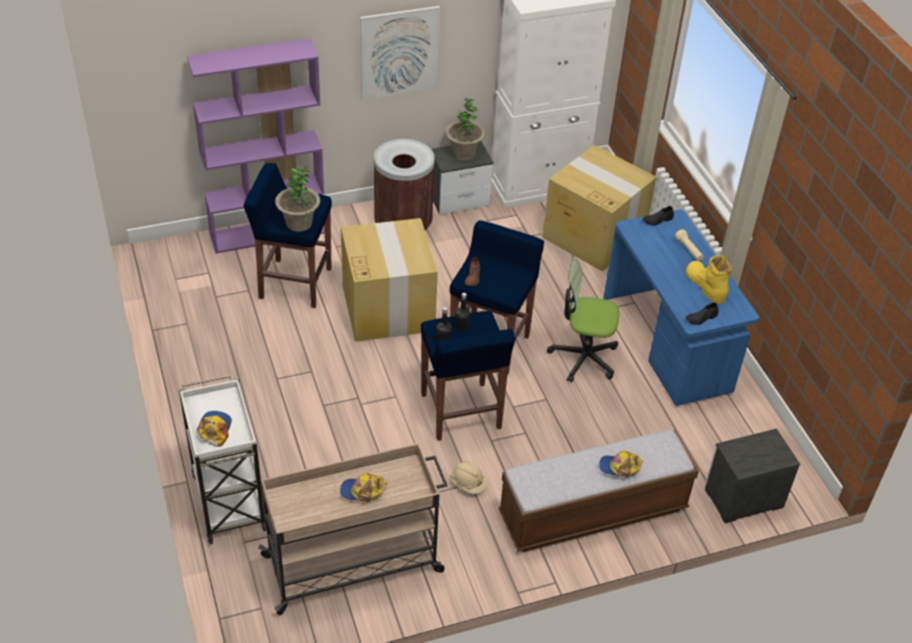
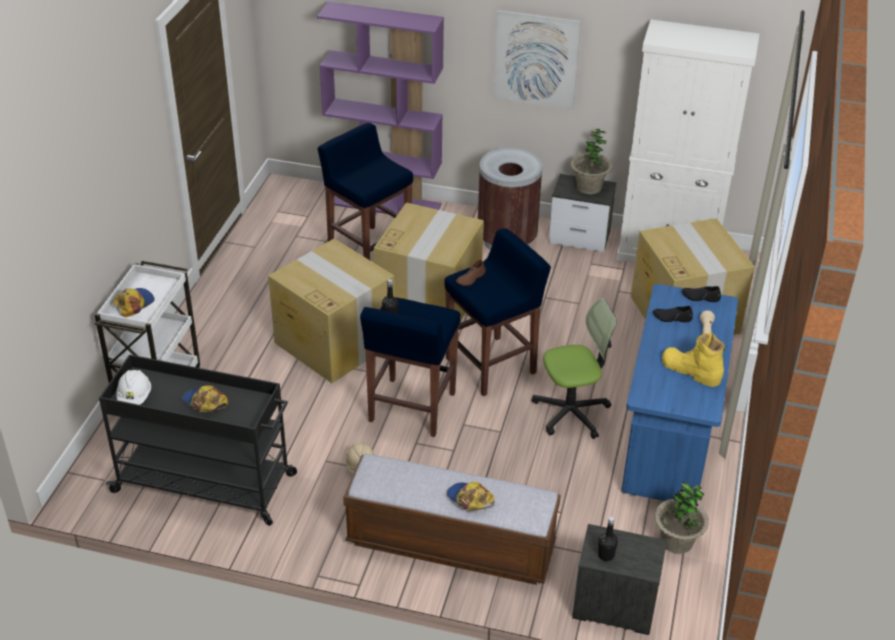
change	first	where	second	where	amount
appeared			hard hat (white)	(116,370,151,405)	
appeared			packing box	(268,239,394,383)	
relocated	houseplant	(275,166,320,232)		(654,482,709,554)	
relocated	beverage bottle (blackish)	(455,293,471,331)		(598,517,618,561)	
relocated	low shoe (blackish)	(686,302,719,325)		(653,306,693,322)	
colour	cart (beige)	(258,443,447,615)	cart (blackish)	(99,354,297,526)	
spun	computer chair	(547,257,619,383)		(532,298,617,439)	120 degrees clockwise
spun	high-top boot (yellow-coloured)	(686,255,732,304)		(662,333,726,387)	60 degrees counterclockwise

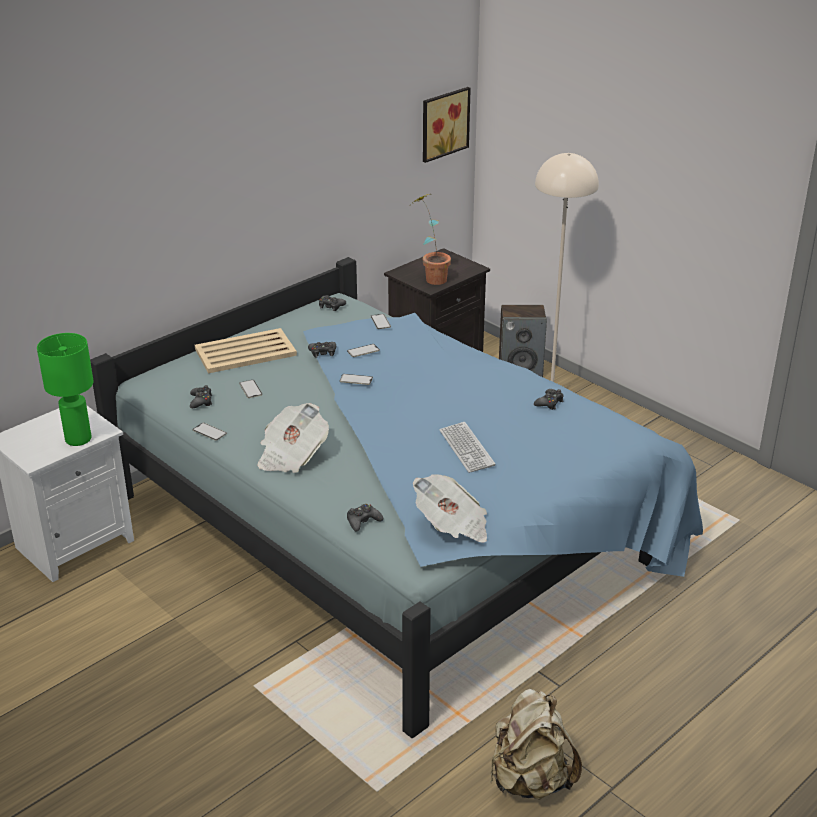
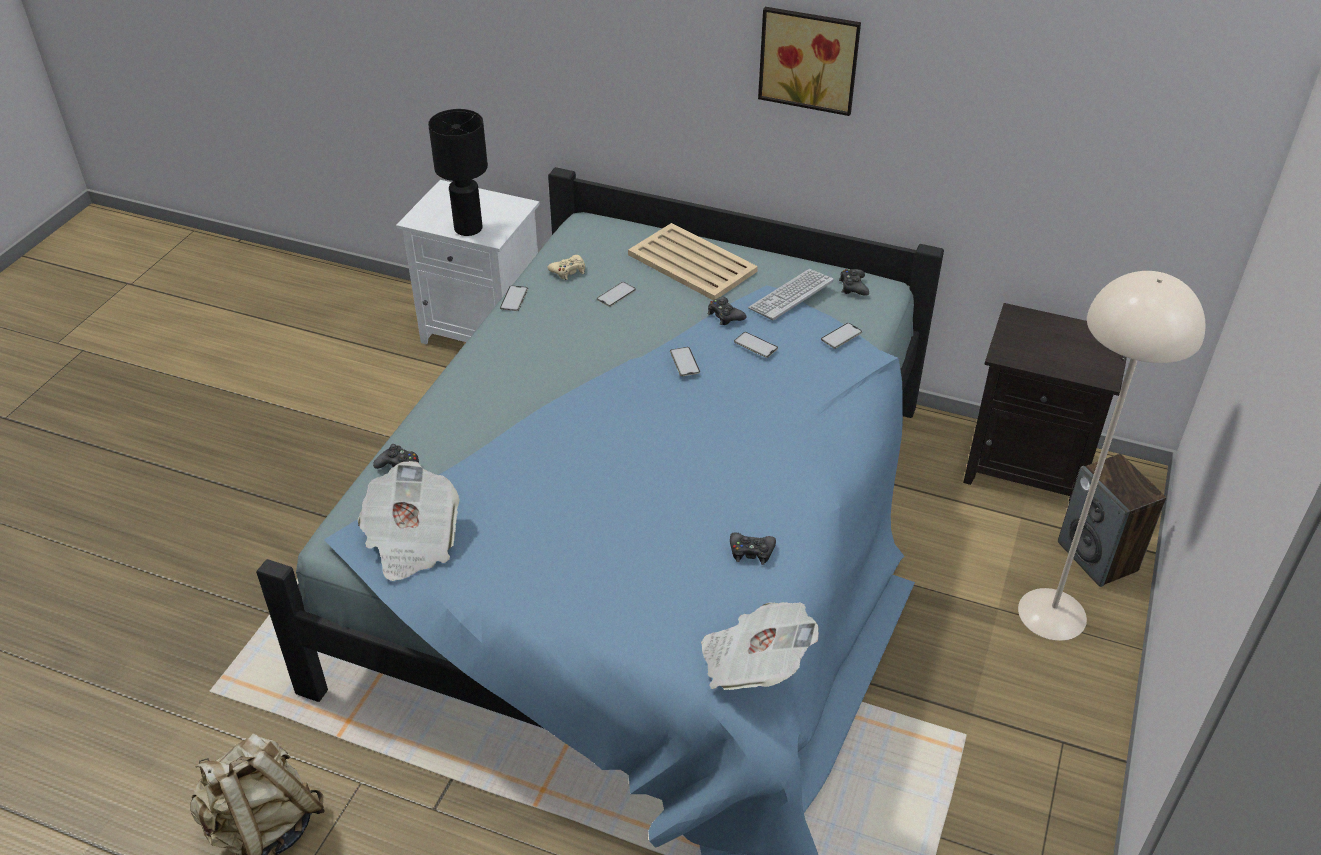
change	first	where	second	where	amount
missing	houseplant	(414,194,451,285)			
relocated	newspaper	(257,403,329,473)		(701,602,819,690)	
relocated	picture	(423,87,471,163)		(758,7,861,116)	
relocated	keyboard	(440,422,495,473)		(748,269,834,320)	
colour	lamp for a table (green)	(37,333,93,446)	lamp for a table (blackish)	(428,109,488,236)	
colour	game controller (blackish)	(190,385,212,408)	game controller (beige)	(548,255,585,280)	

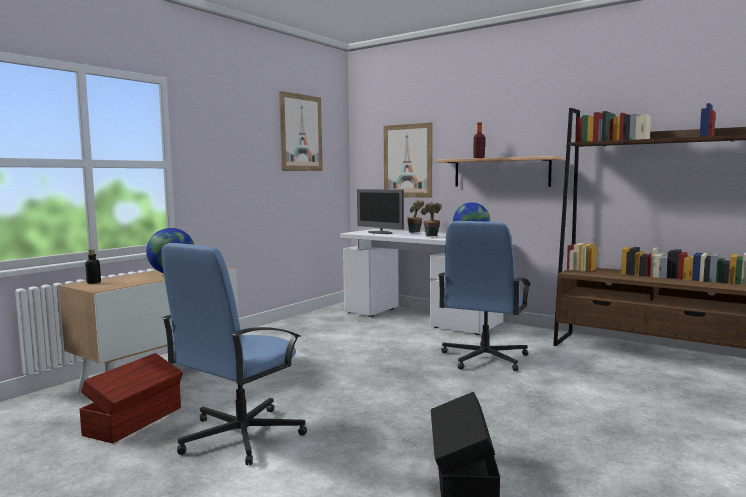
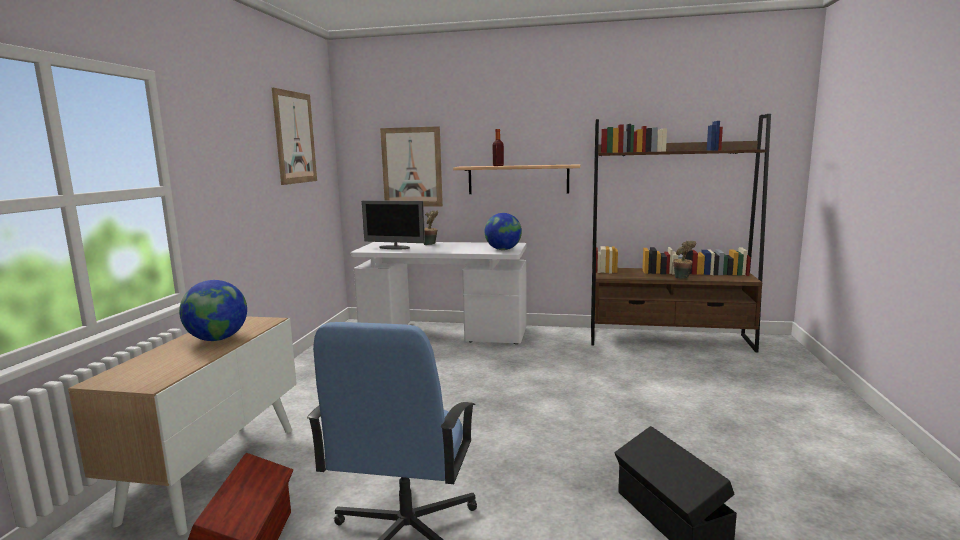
change	first	where	second	where	amount
missing	beverage bottle	(85,249,101,284)			
missing	computer chair (blue)	(438,221,531,371)			
relocated	houseplant	(421,202,442,236)		(673,241,696,279)	

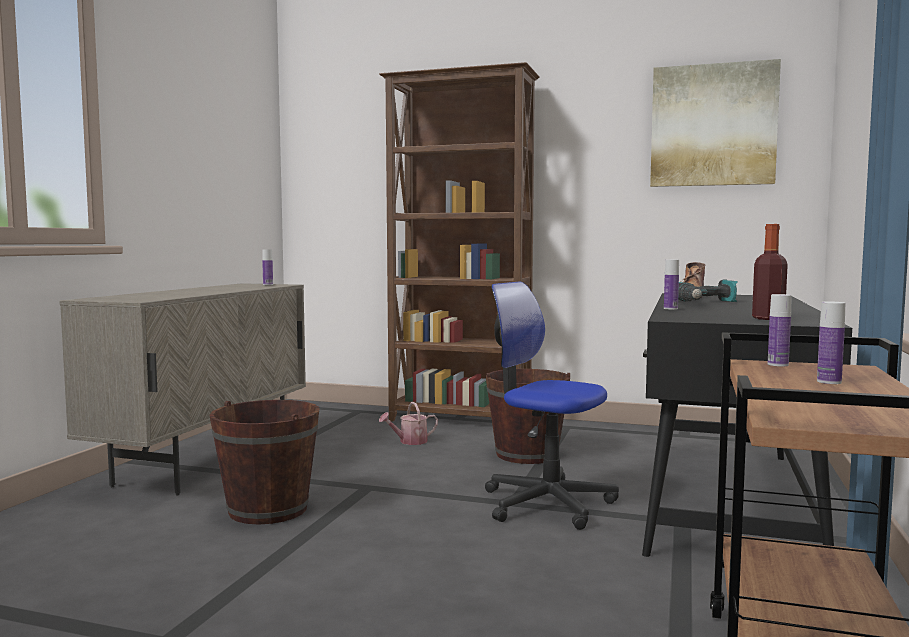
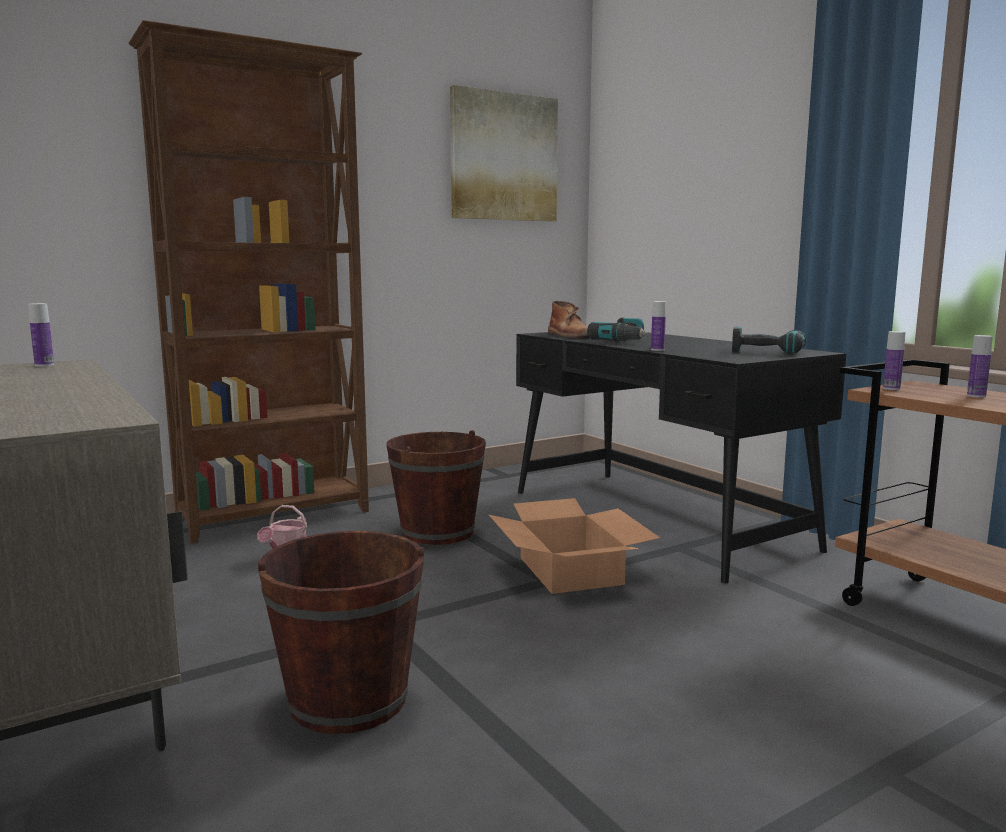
change	first	where	second	where	amount
exchanged	computer chair	(485,282,619,530)	packing box	(489,498,660,594)	
exchanged	beverage bottle	(752,224,788,320)	drill	(732,327,806,354)	

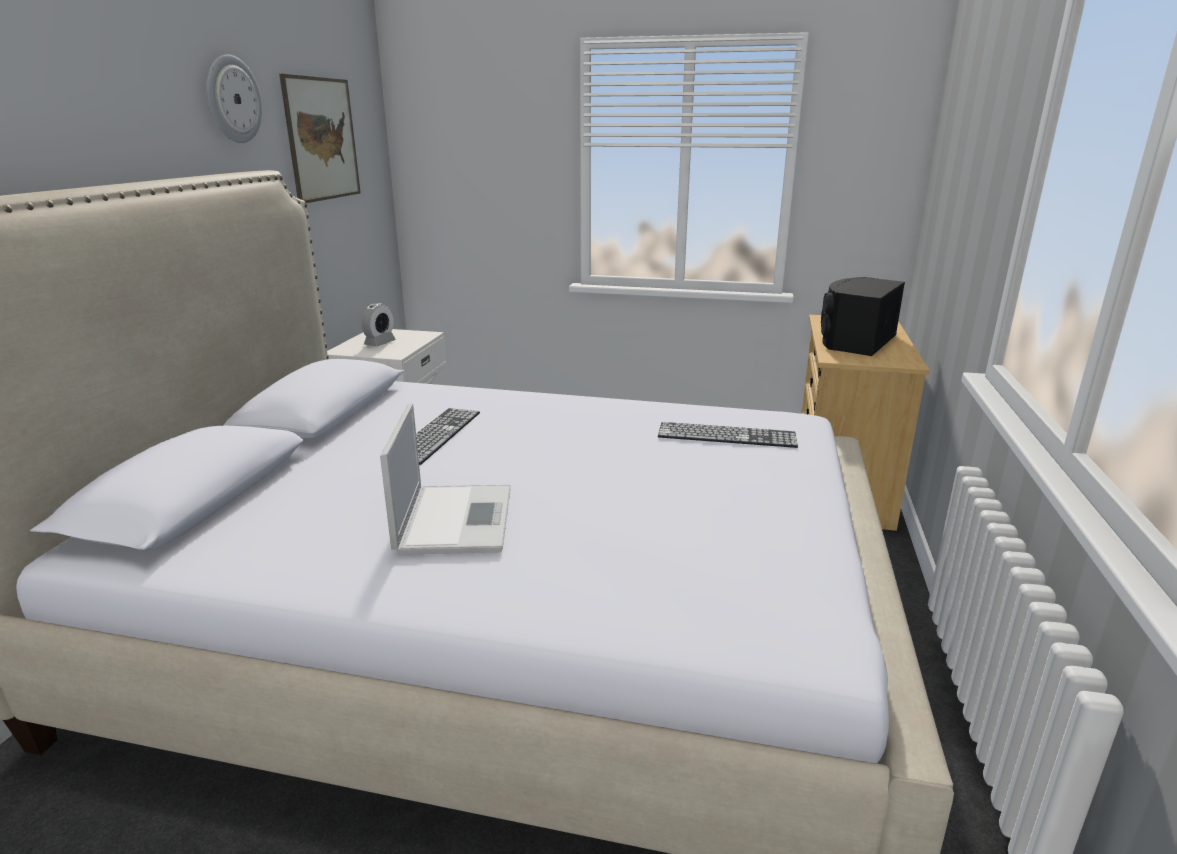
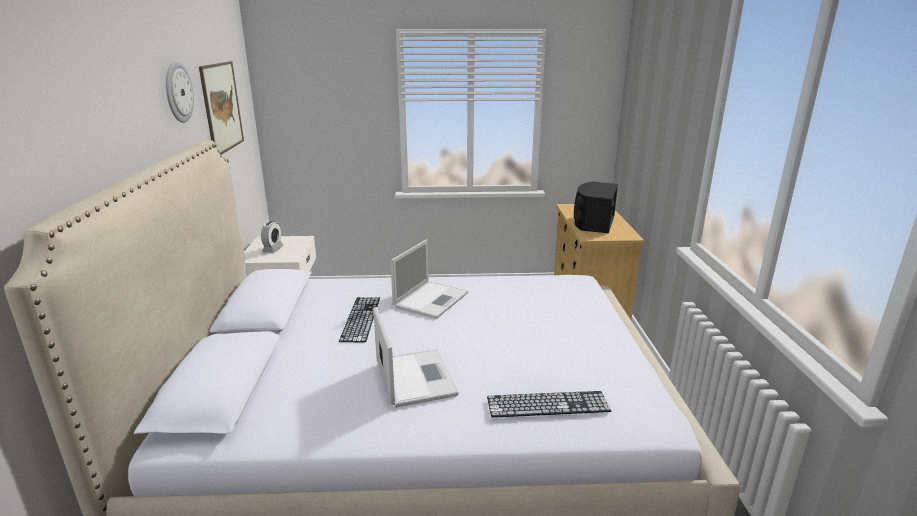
change	first	where	second	where	amount
appeared			notebook computer	(390,240,468,319)	
relocated	keyboard	(658,422,798,448)		(487,391,611,418)	

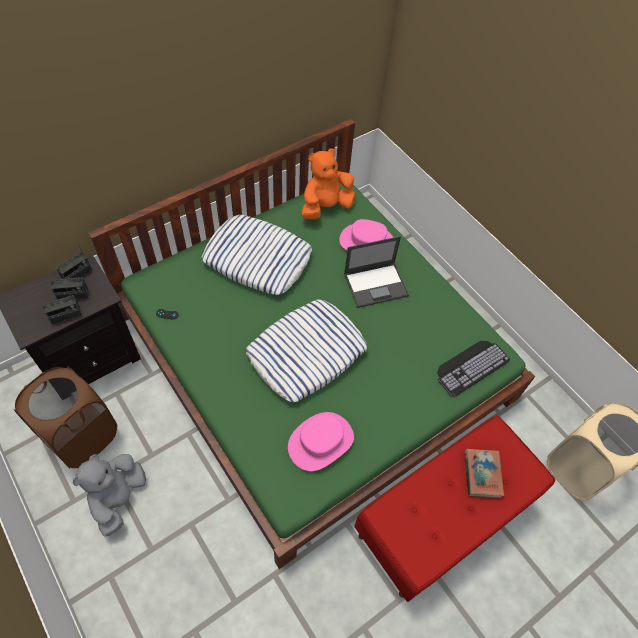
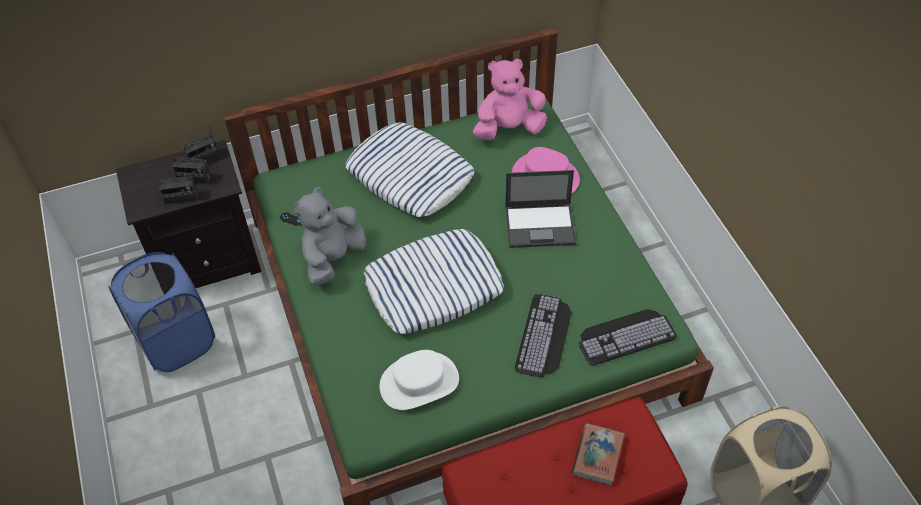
change	first	where	second	where	amount
appeared			keyboard	(515,294,572,377)	
relocated	cuddly toy (grey)	(73,454,146,537)		(293,187,366,286)	
colour	laundry basket (brownish)	(14,366,117,469)	laundry basket (blue)	(108,252,215,372)	
colour	wearable hat (pinkish)	(288,412,354,471)	wearable hat (white)	(380,350,459,410)	
colour	cuddly toy (orange-coloured)	(302,148,355,220)	cuddly toy (pinkish)	(473,59,547,140)	

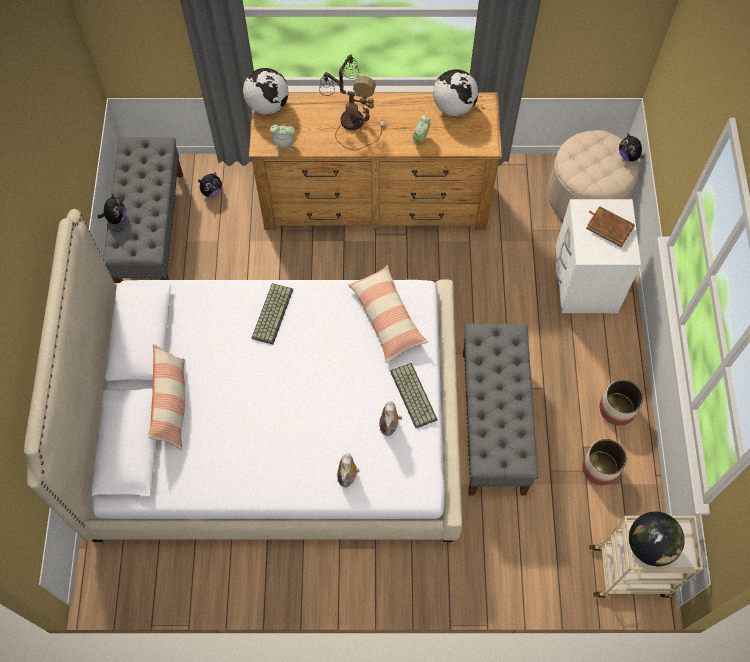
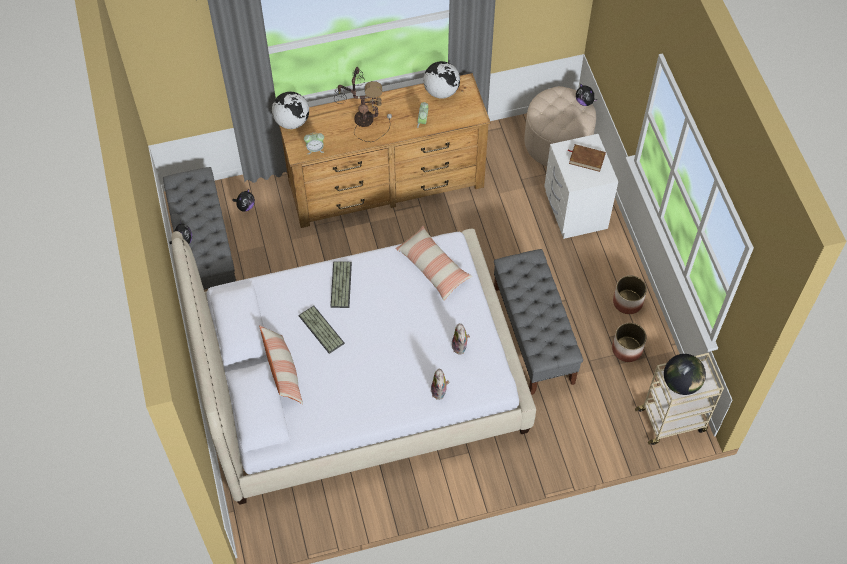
change	first	where	second	where	amount
relocated	keyboard	(390,363,438,428)		(298,306,345,354)	

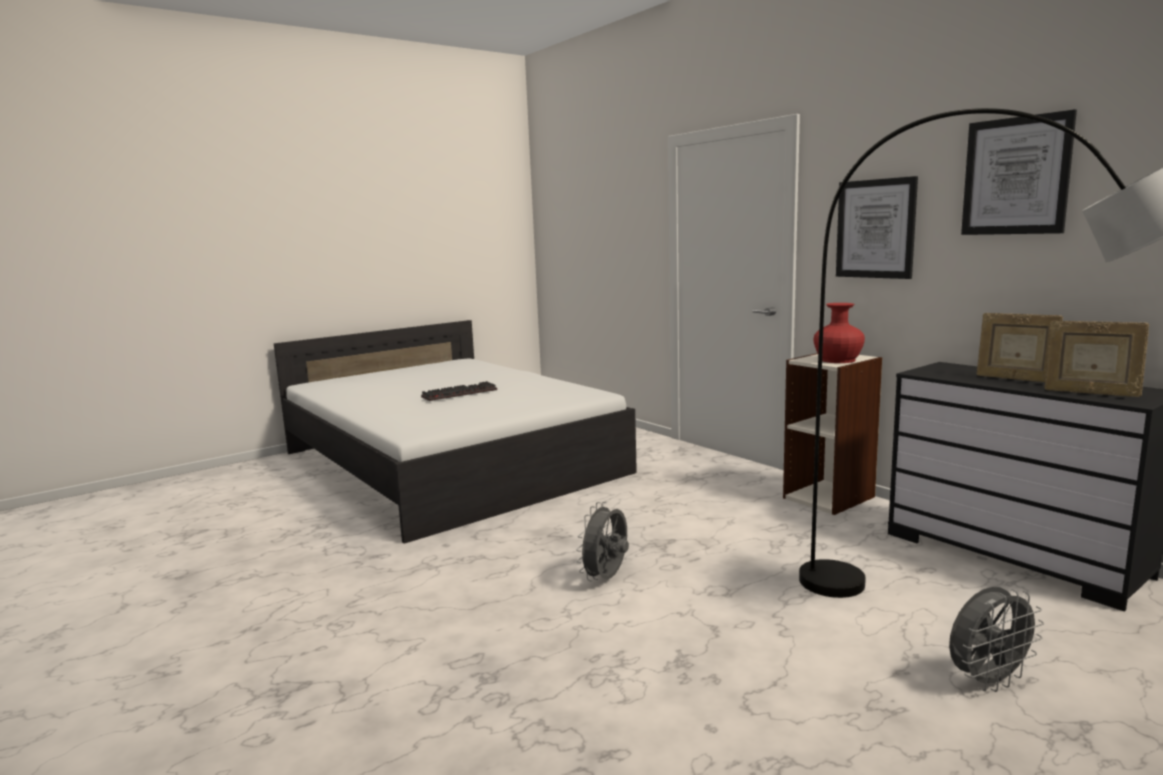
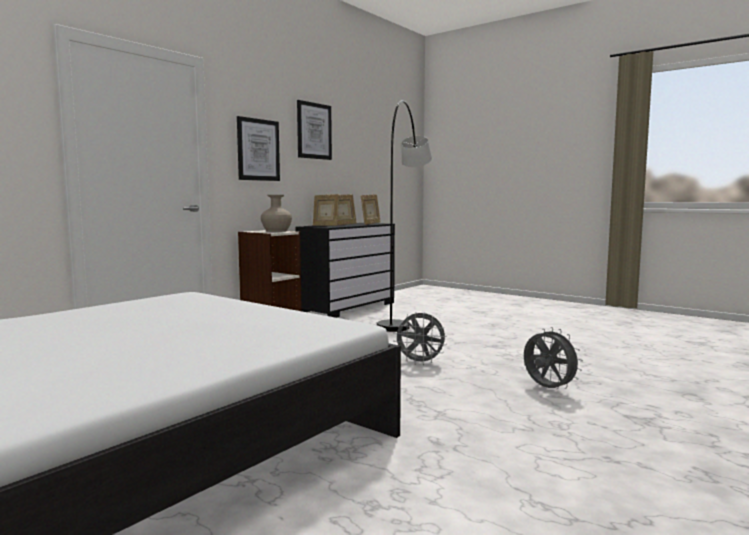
change	first	where	second	where	amount
missing	keyboard	(421,381,497,401)			
appeared			picture frame	(313,194,339,226)	
relocated	fan (grey)	(949,587,1044,692)		(524,327,583,389)	
colour	decorative vase (reddish)	(813,303,865,363)	decorative vase (beige)	(261,195,292,232)	

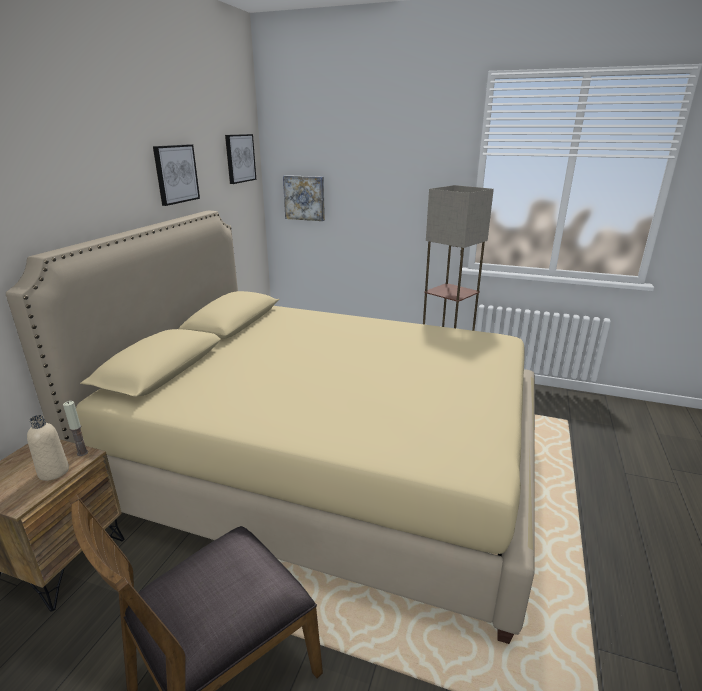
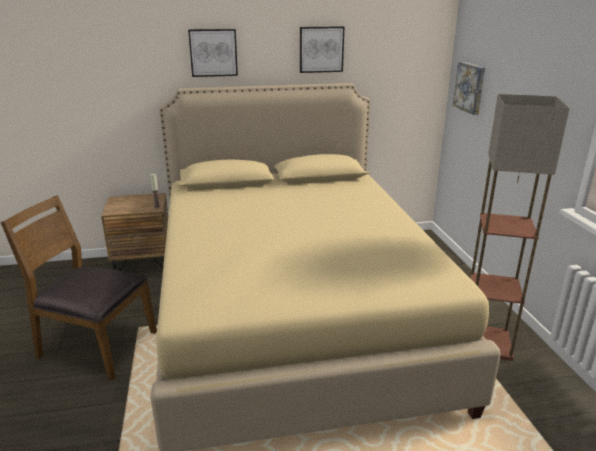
change	first	where	second	where	amount
missing	beverage bottle (beige)	(27,415,69,481)			
relocated	picture	(225,134,256,184)		(188,29,238,77)	

